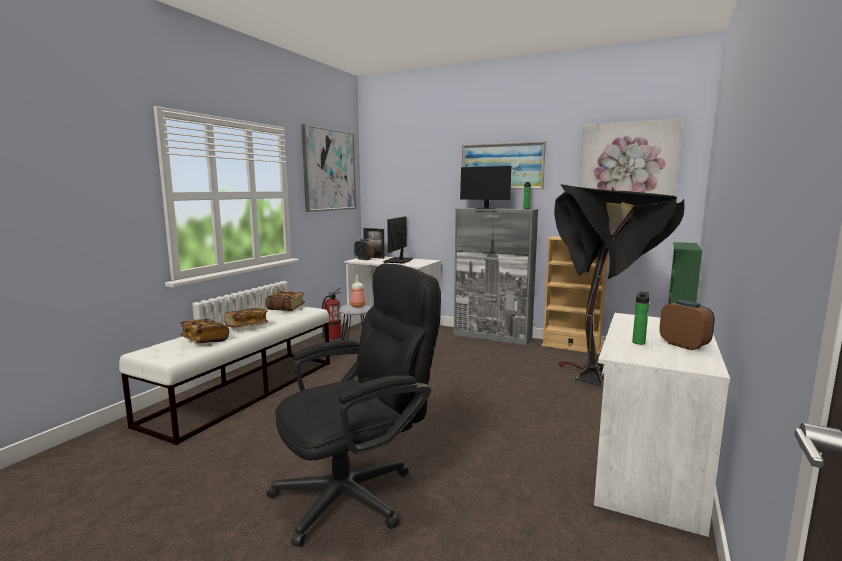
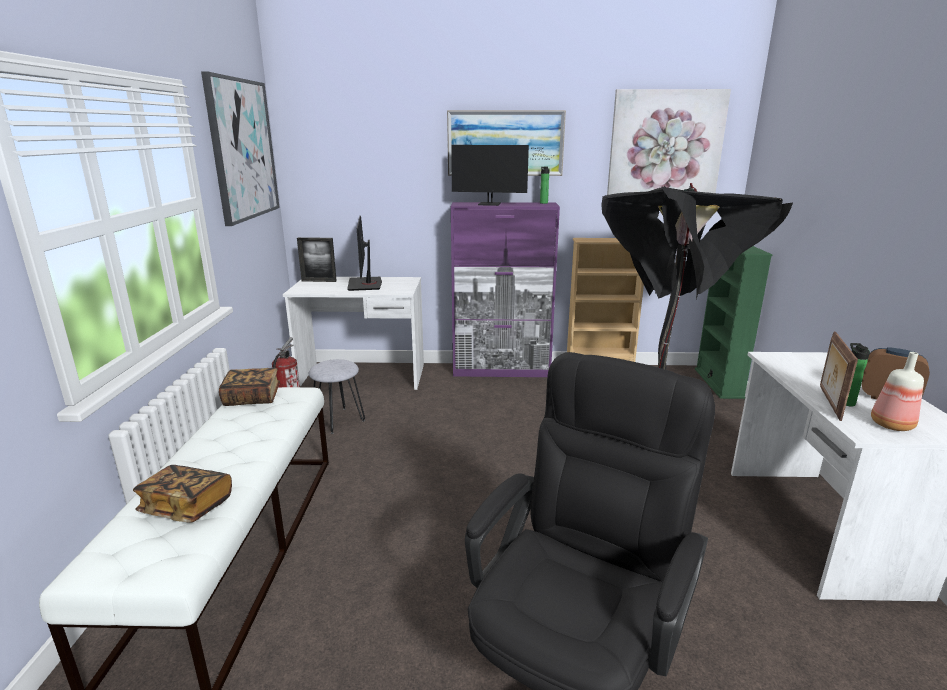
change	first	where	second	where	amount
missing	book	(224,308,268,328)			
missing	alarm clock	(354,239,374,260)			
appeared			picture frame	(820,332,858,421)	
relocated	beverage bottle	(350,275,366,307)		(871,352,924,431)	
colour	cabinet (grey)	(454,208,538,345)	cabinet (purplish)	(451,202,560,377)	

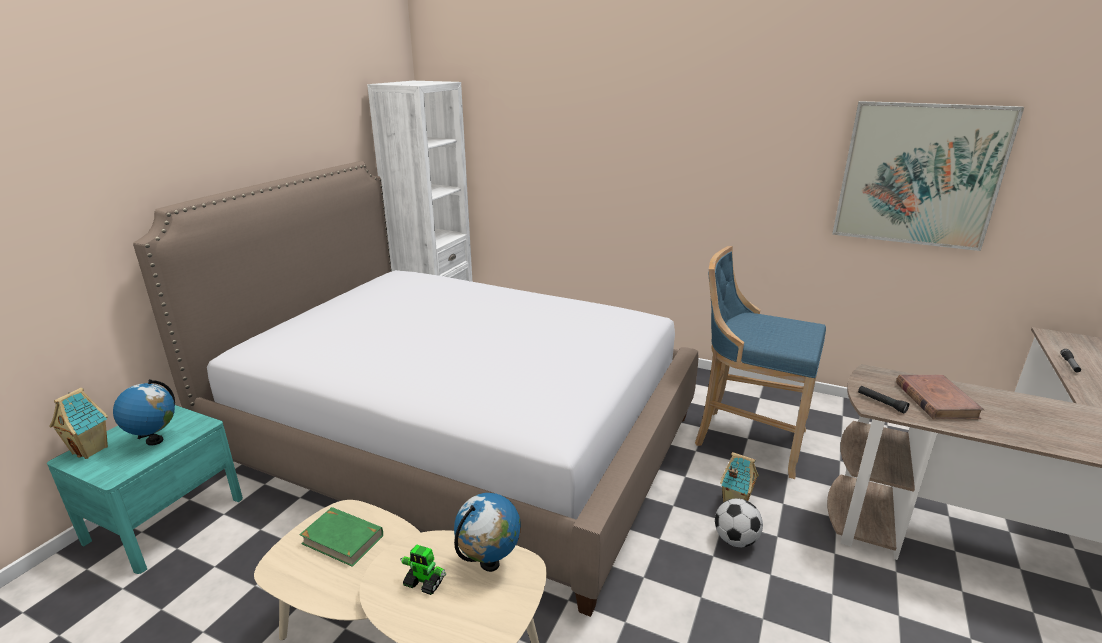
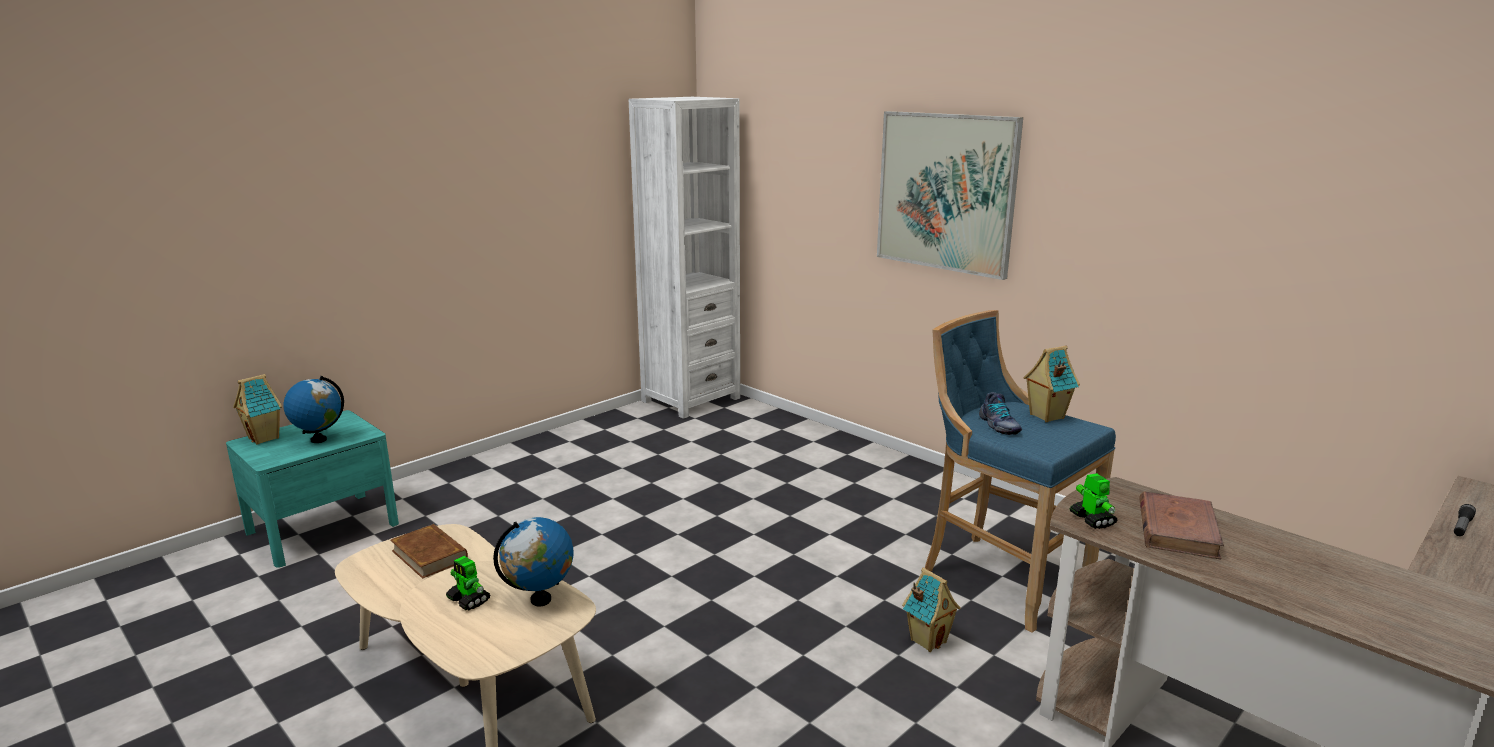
change	first	where	second	where	amount
missing	bed	(133,161,699,617)			
missing	football	(715,498,763,547)			
appeared			low shoe	(979,392,1022,435)	
appeared			model house	(1023,346,1080,422)	
relocated	picture	(832,101,1024,251)		(877,111,1023,280)	
exchanged	flashlight (blackish)	(858,386,909,414)	toy robot	(1070,473,1117,529)	
colour	book (green)	(299,507,383,567)	book (brownish)	(390,524,468,579)	

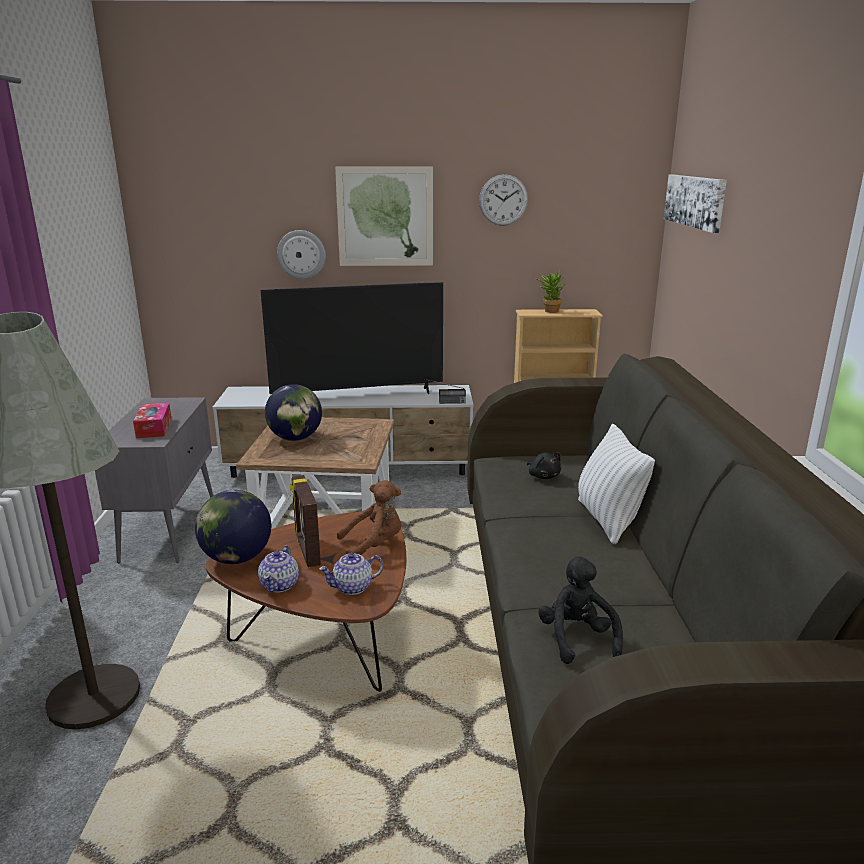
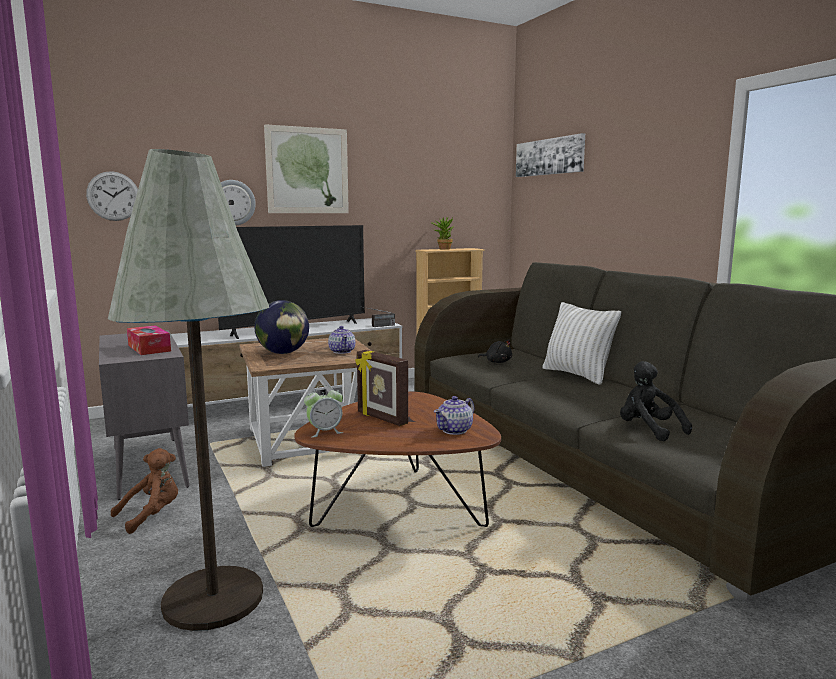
change	first	where	second	where	amount
relocated	tea pot	(258,545,299,592)		(328,326,355,354)	
relocated	cuddly toy (brownish)	(337,480,402,555)		(111,448,178,534)	
relocated	clock on the wall	(479,174,528,226)		(86,171,138,221)	
exchanged	world globe	(195,490,271,564)	alarm clock	(304,385,343,438)	

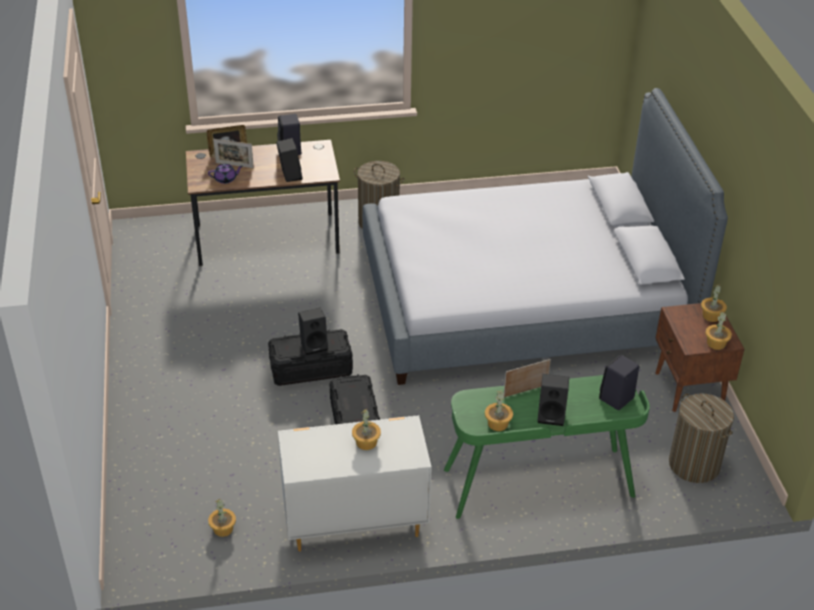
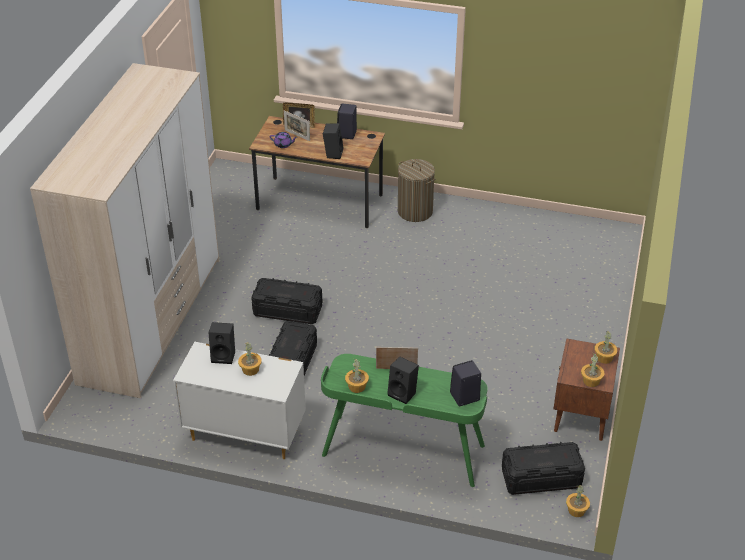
change	first	where	second	where	amount
missing	bed	(363,88,728,385)			
appeared			clothes cupboard	(30,63,219,398)	
relocated	houseplant	(208,499,236,537)		(566,485,590,517)	
relocated	speaker (blackish)	(298,308,328,355)		(208,322,235,364)	
exchanged	laundry basket	(669,393,734,483)	storage box (blackish)	(502,442,585,495)	

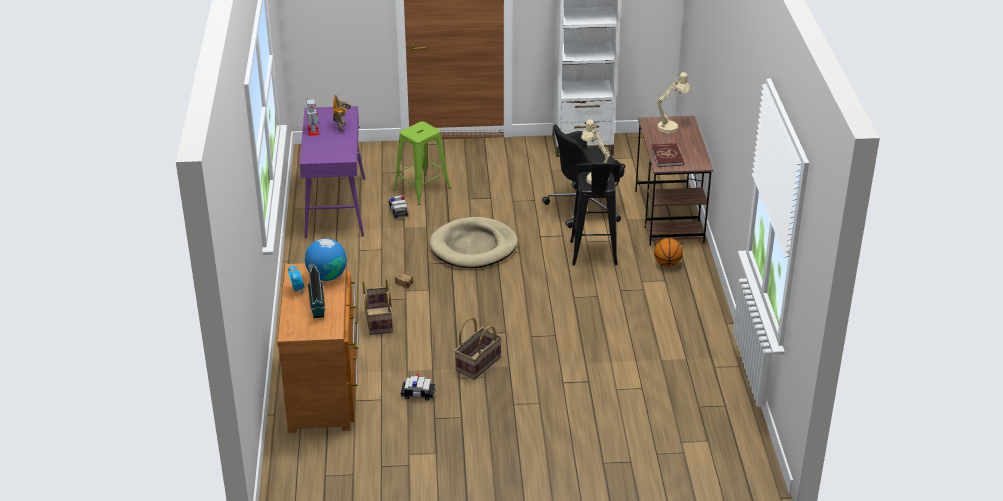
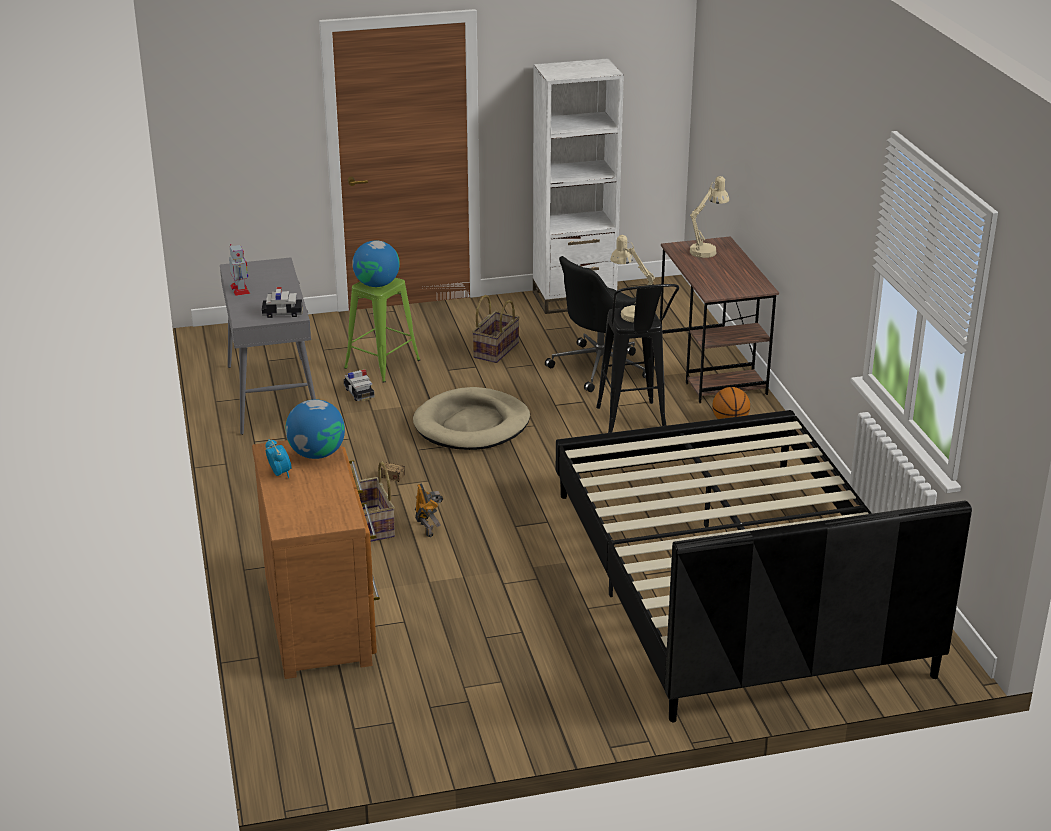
change	first	where	second	where	amount
missing	model house	(308,264,326,318)			
missing	book (reddish)	(651,143,684,167)			
appeared			world globe	(352,241,400,287)	
appeared			bed (blackish)	(556,410,972,722)	
relocated	toy robot	(333,95,351,132)		(415,483,444,537)	
relocated	miniature car	(401,373,435,400)		(262,287,303,318)	
relocated	storage basket	(454,317,502,380)		(472,295,520,363)	
colour	hall table (purplish)	(300,106,365,238)	hall table (grey)	(220,257,316,435)	

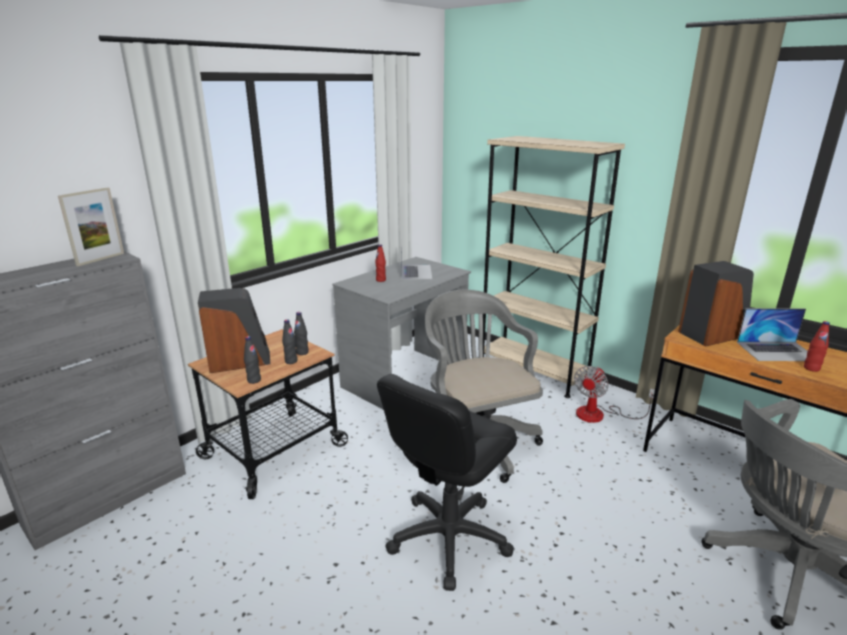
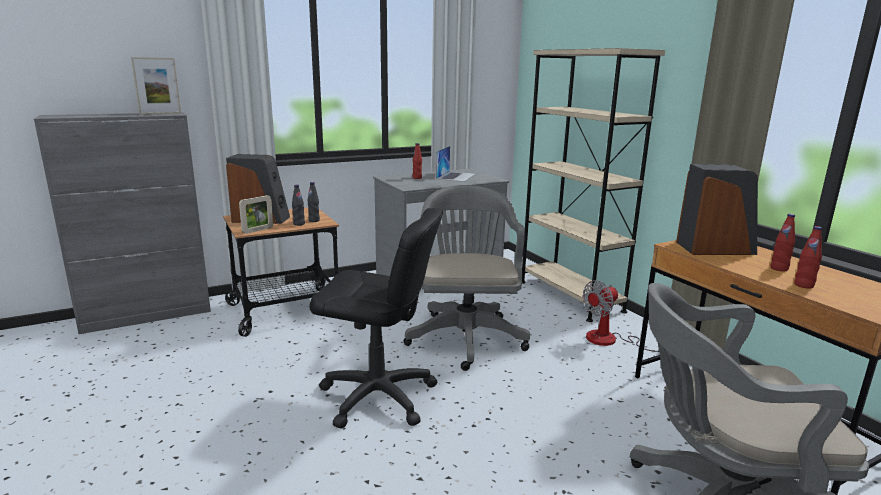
change	first	where	second	where	amount
exchanged	beverage bottle (blackish)	(244,336,261,384)	picture frame	(239,195,273,234)	
exchanged	notebook computer	(737,308,808,361)	beverage bottle (reddish)	(770,214,795,272)	
spun	computer chair (blackish)	(377,374,517,591)		(310,208,443,429)	135 degrees counterclockwise

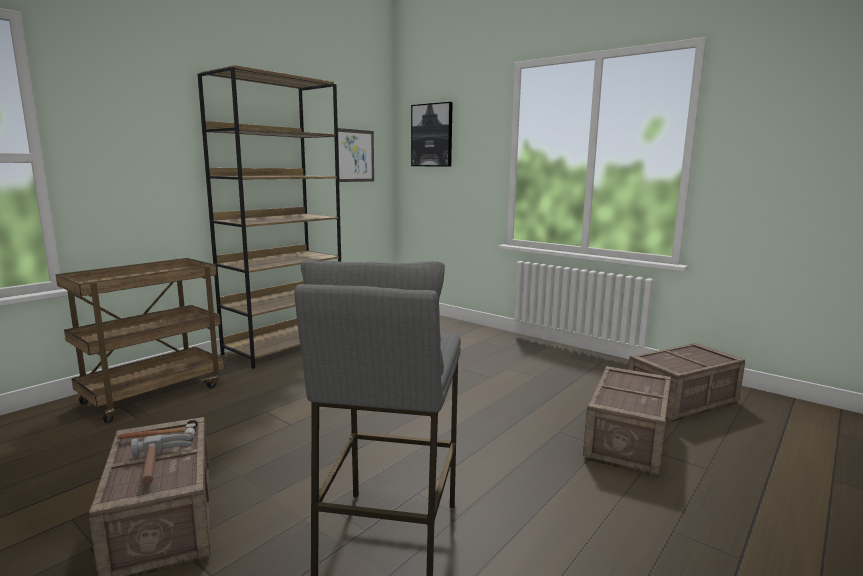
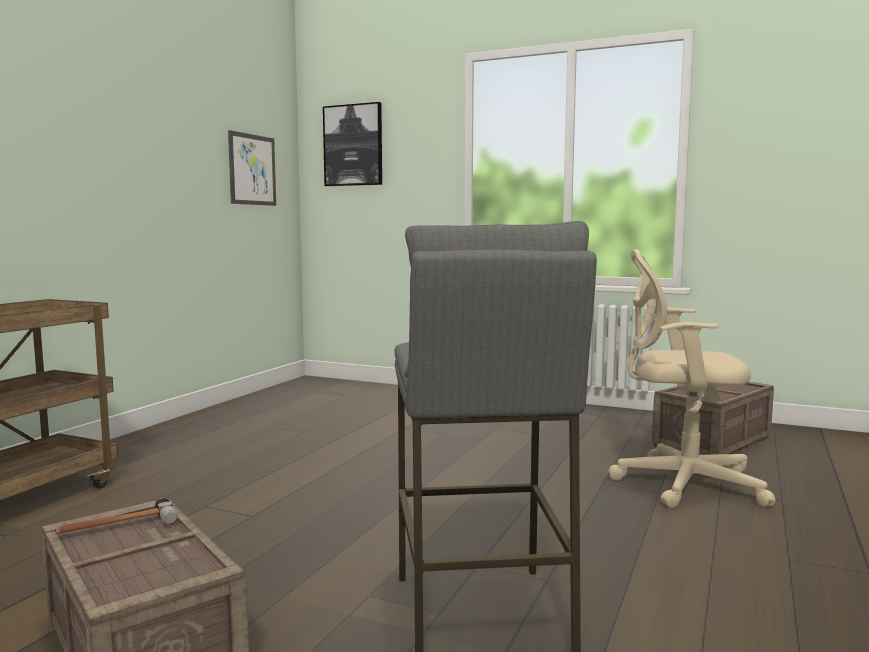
change	first	where	second	where	amount
missing	hand hammer	(131,434,192,485)			
missing	bookshelf (brownish)	(197,65,341,369)			
exchanged	shipping crate	(583,366,671,477)	computer chair (beige)	(609,249,775,508)	

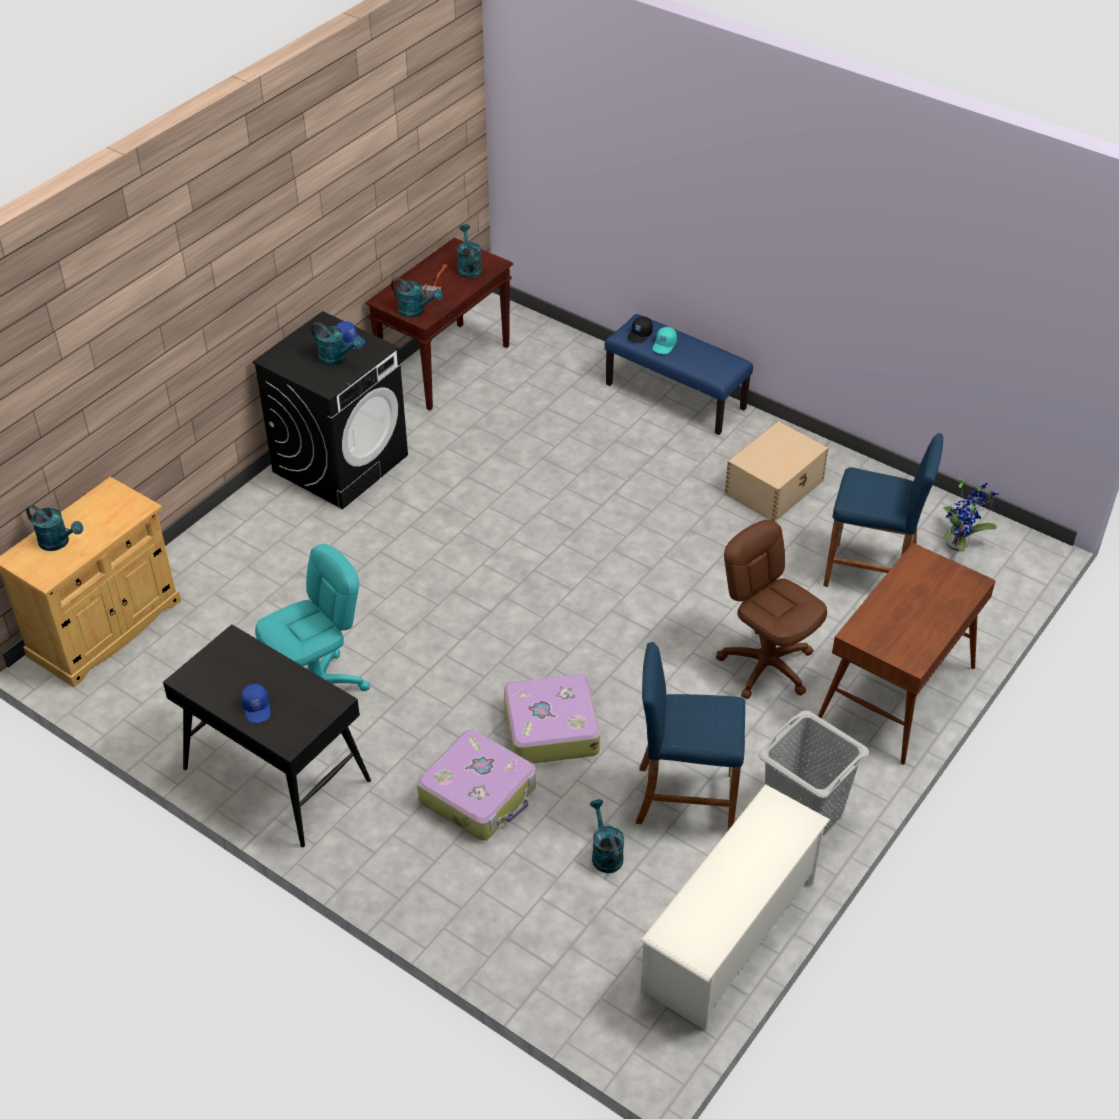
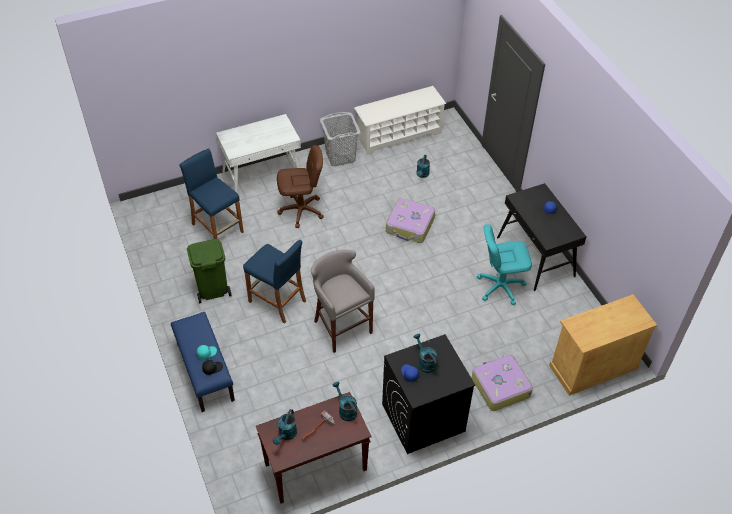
change	first	where	second	where	amount
missing	watering can (turquoise-coloured)	(26,505,83,551)			
missing	houseplant	(942,475,999,552)			
appeared			sitting stool (grey)	(311,249,375,353)	
relocated	travel case	(417,729,536,840)		(472,354,533,411)	
relocated	sitting stool (blue)	(636,642,745,830)		(243,240,306,323)	
exchanged	storage box (beige)	(725,421,828,522)	waste bin (green)	(187,239,232,303)	
colour	desk unit (brownish)	(818,543,996,765)	desk unit (white)	(216,114,301,194)	
spun	computer chair (brownish)	(716,520,827,699)		(277,145,324,228)	90 degrees counterclockwise

